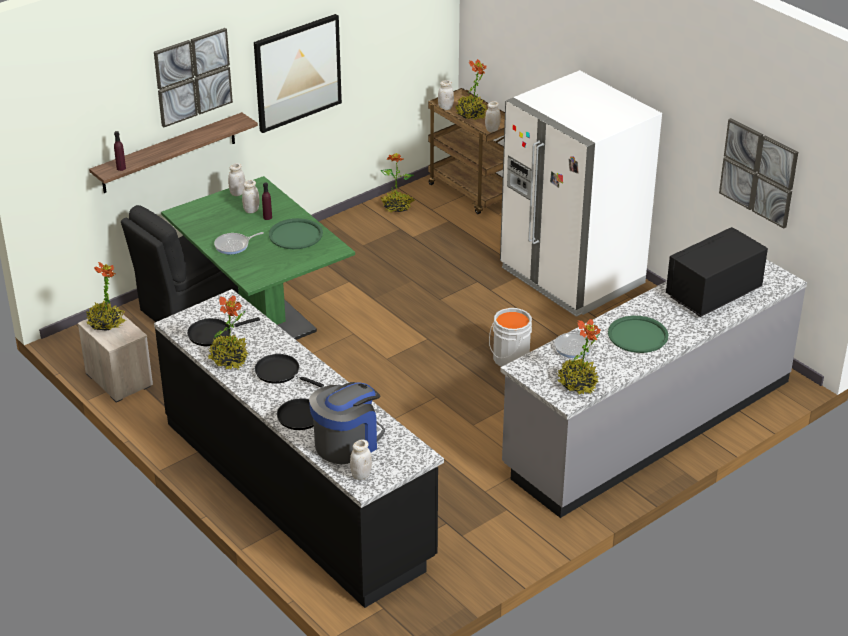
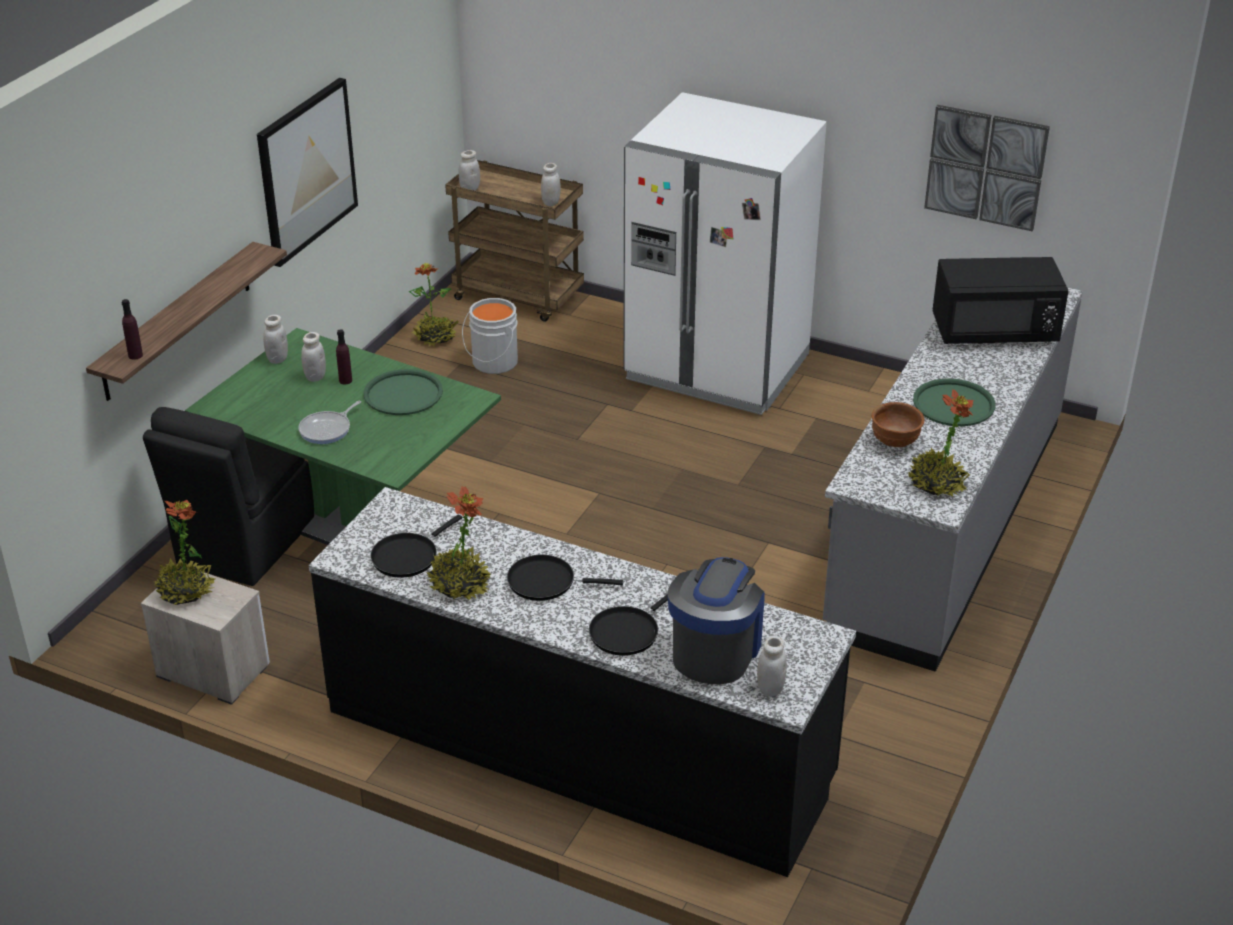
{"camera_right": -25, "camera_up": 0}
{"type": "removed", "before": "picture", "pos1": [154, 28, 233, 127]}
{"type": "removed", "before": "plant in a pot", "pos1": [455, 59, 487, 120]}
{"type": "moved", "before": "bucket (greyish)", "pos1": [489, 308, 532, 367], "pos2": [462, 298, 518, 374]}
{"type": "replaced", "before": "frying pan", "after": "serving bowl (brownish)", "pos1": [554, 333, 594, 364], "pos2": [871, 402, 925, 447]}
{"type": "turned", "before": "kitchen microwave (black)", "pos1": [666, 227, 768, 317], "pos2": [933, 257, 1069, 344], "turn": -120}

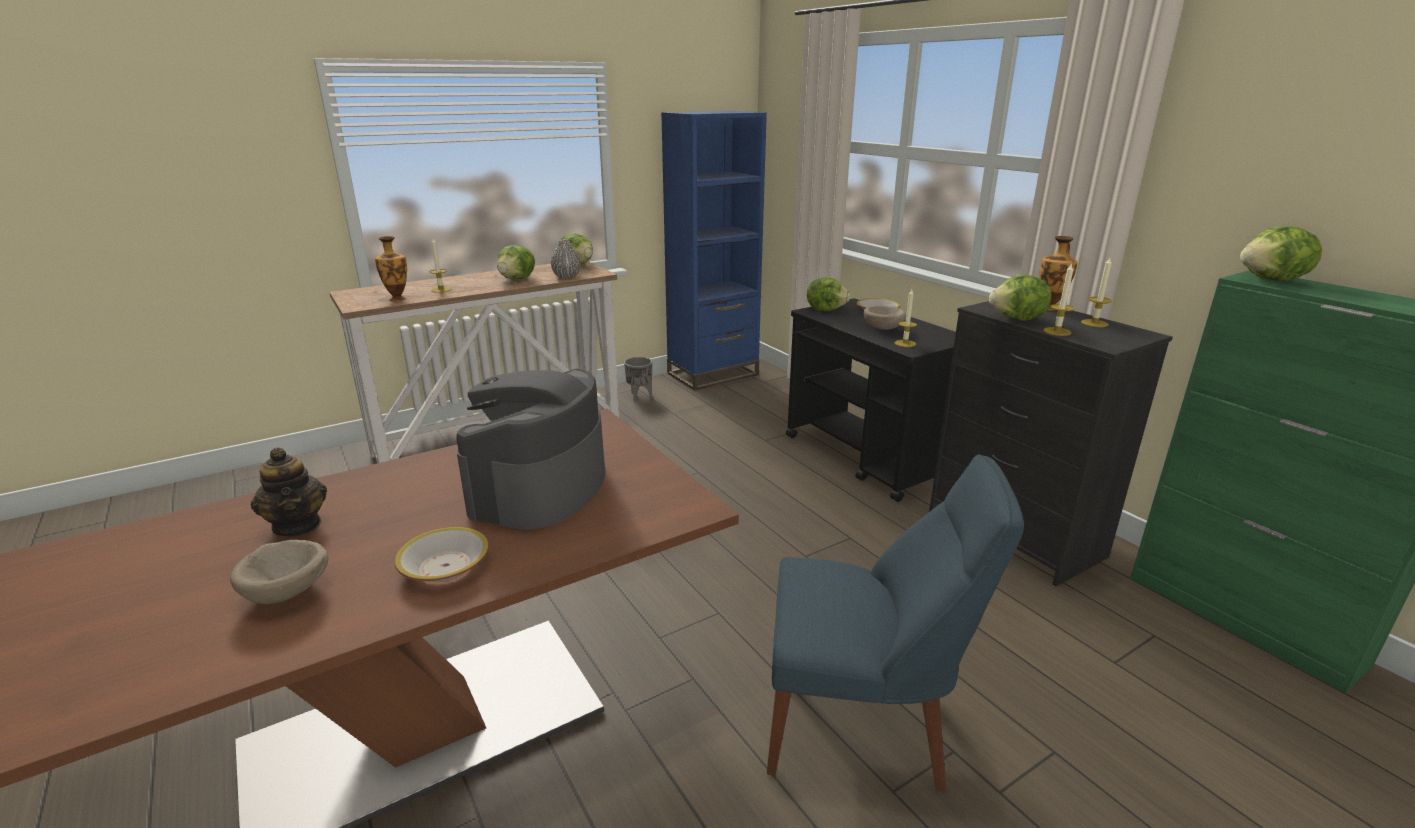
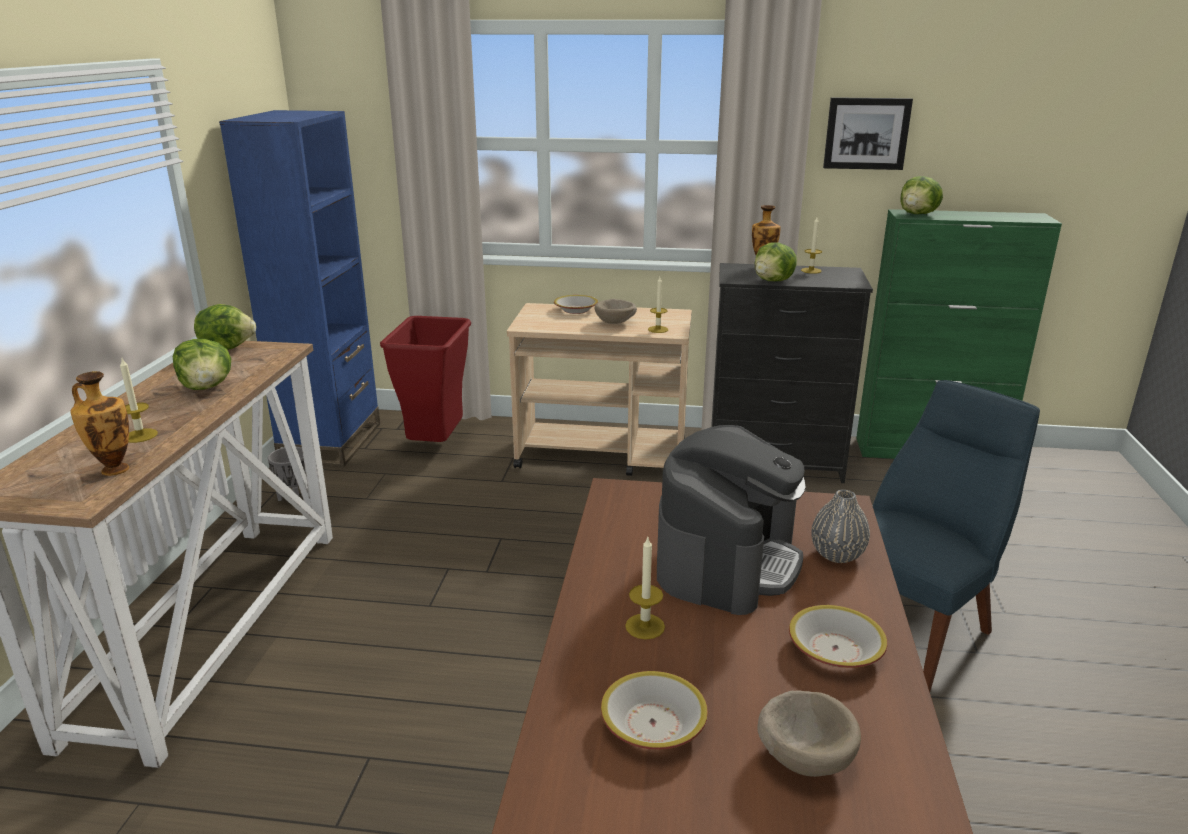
{"camera_right": -50, "camera_up": 0}
{"type": "replaced", "before": "teapot", "after": "serving bowl", "pos1": [251, 447, 327, 536], "pos2": [601, 671, 708, 750]}
{"type": "turned", "before": "coffee machine", "pos1": [456, 369, 605, 530], "pos2": [657, 425, 806, 615], "turn": -120}
{"type": "moved", "before": "flower vase (greyish)", "pos1": [551, 239, 581, 279], "pos2": [811, 490, 870, 563]}
{"type": "recoloured", "before": "cart (black)", "after": "cart (sand-coloured)", "pos1": [786, 299, 956, 502], "pos2": [507, 303, 692, 476]}
{"type": "removed", "before": "lettuce", "pos1": [807, 277, 850, 311]}
{"type": "moved", "before": "wax candle", "pos1": [1043, 263, 1075, 336], "pos2": [625, 537, 665, 639]}
{"type": "added", "after": "rubbish bin (red)", "pos2": [380, 316, 471, 442]}
{"type": "added", "after": "picture", "pos2": [823, 97, 913, 170]}

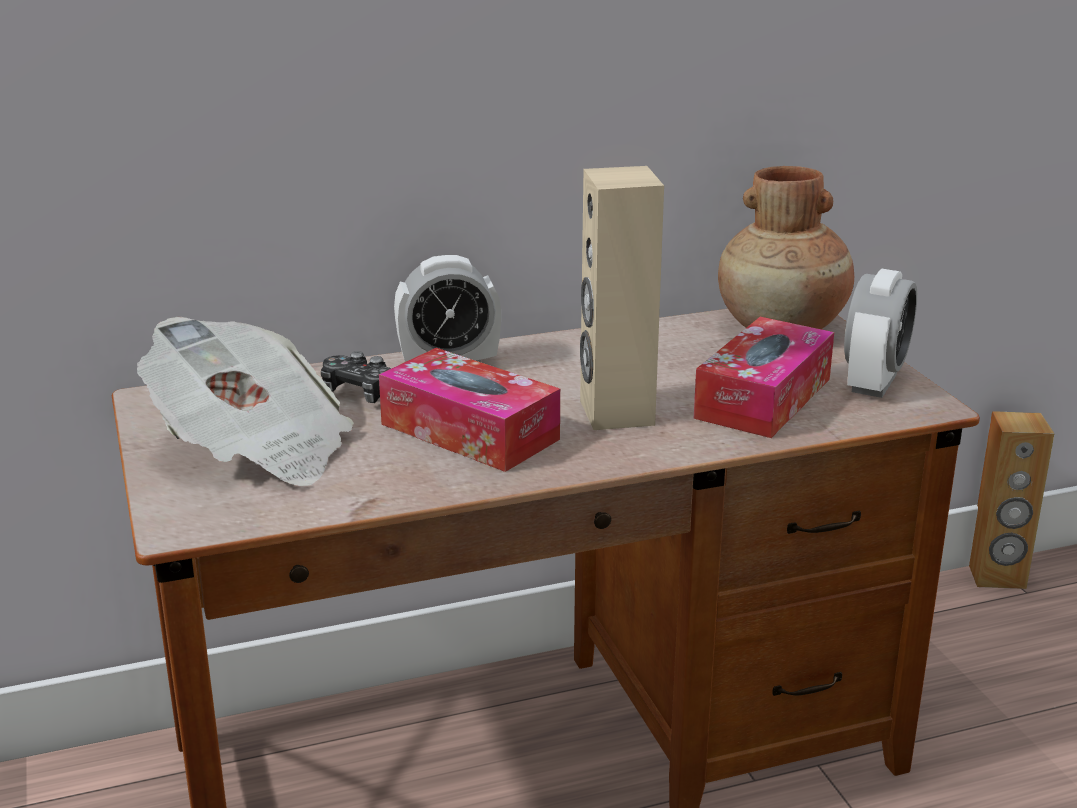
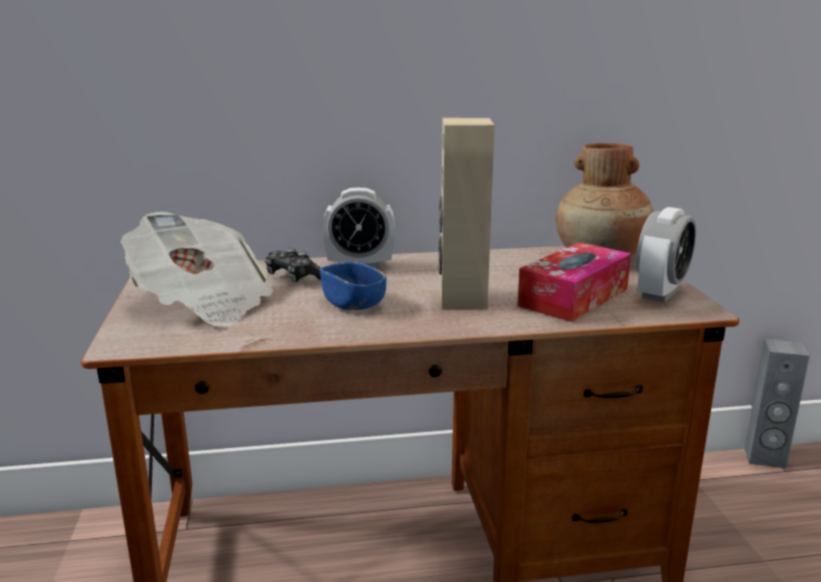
{"camera_right": 10, "camera_up": -5}
{"type": "replaced", "before": "tissue holder", "after": "serving bowl (bluish)", "pos1": [379, 348, 560, 472], "pos2": [320, 262, 386, 310]}
{"type": "recoloured", "before": "loudspeaker (brownish)", "after": "loudspeaker (greyish)", "pos1": [969, 411, 1054, 589], "pos2": [745, 339, 810, 468]}

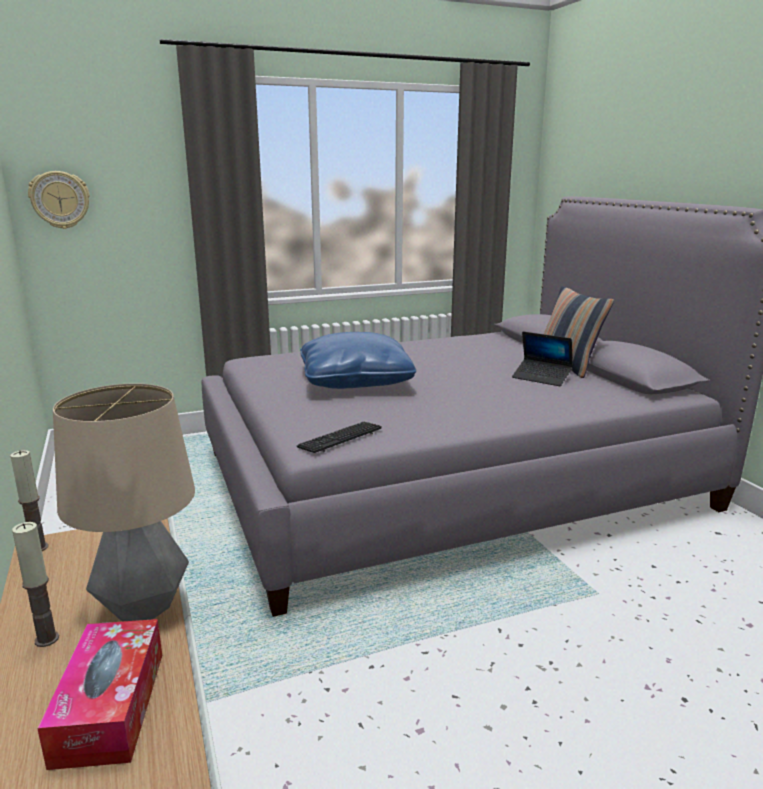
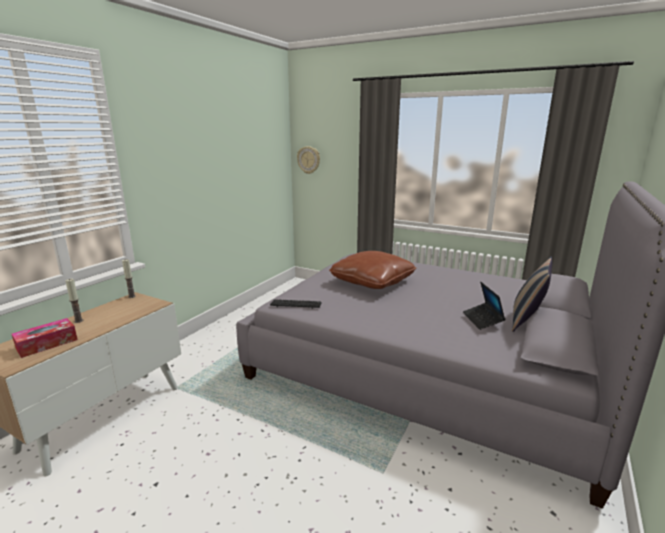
{"camera_right": 50, "camera_up": 0}
{"type": "removed", "before": "lamp for a table", "pos1": [53, 384, 195, 622]}
{"type": "recoloured", "before": "throw pillow (bluish)", "after": "throw pillow (brownish)", "pos1": [300, 332, 416, 389], "pos2": [329, 251, 416, 289]}

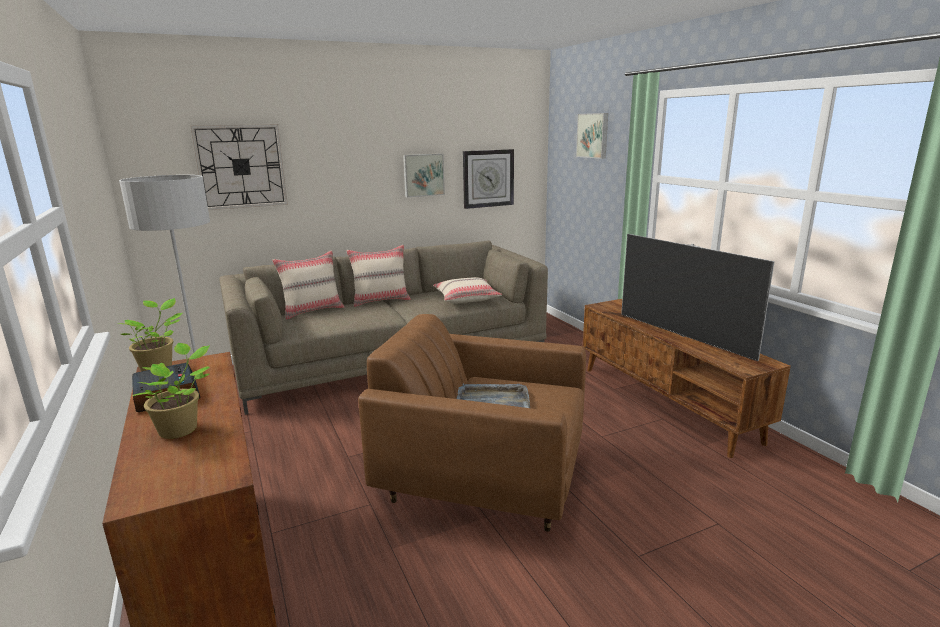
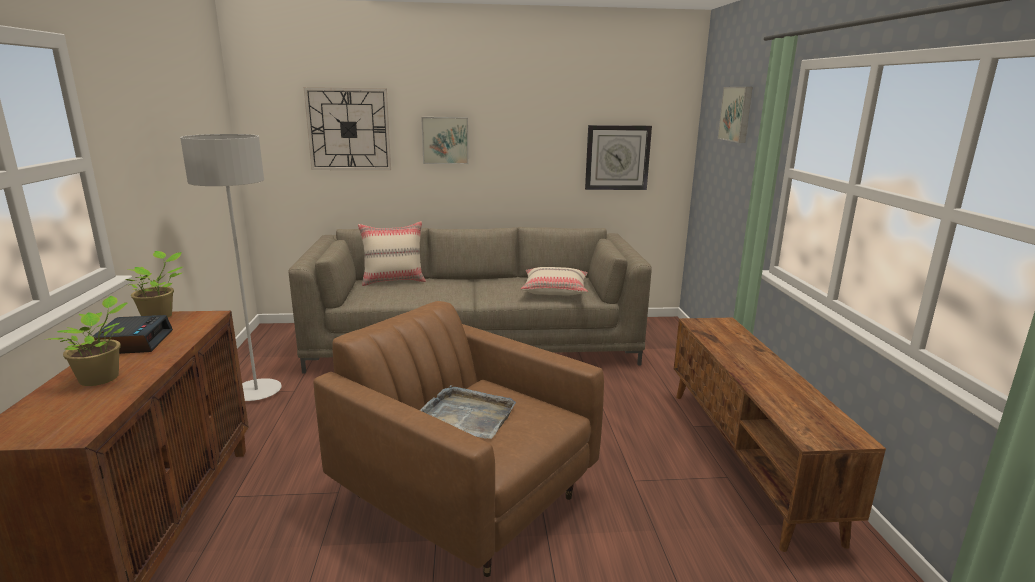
{"camera_right": 20, "camera_up": 0}
{"type": "removed", "before": "throw pillow (sand-coloured)", "pos1": [346, 245, 411, 307]}
{"type": "moved", "before": "picture", "pos1": [403, 153, 445, 197], "pos2": [421, 117, 469, 164]}
{"type": "removed", "before": "TV set", "pos1": [621, 234, 775, 361]}

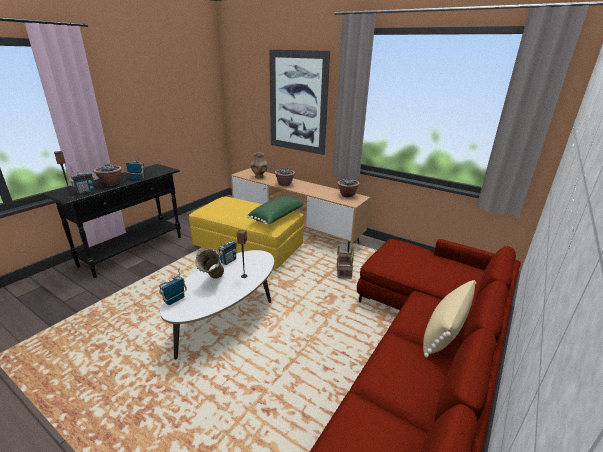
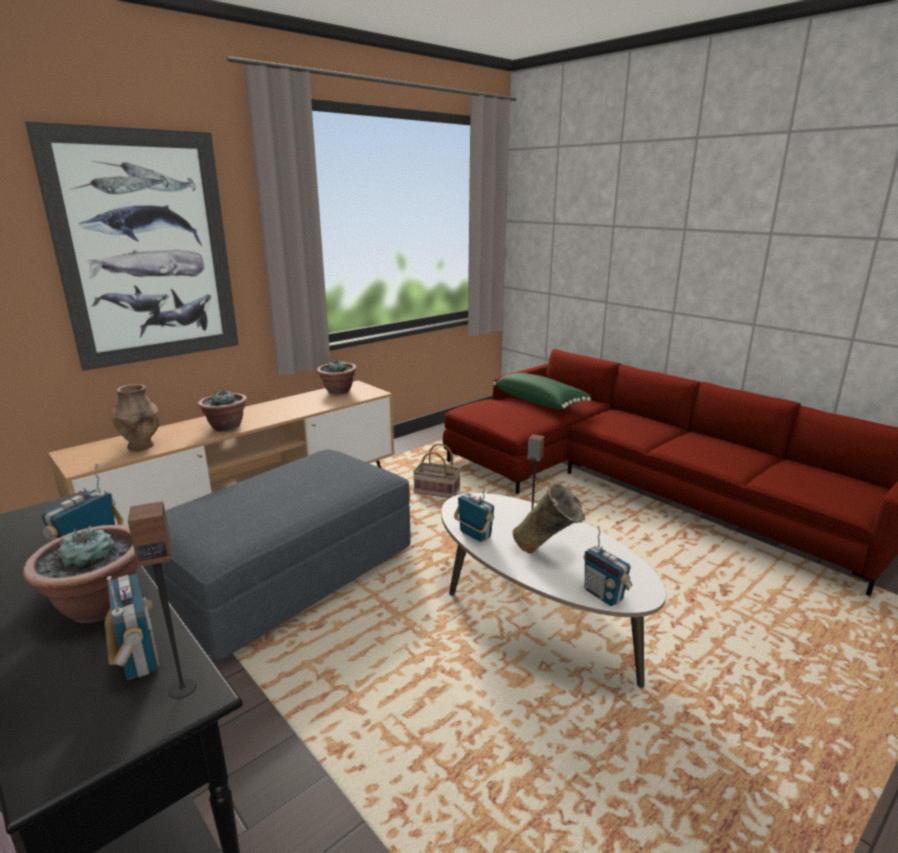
{"camera_right": -75, "camera_up": -5}
{"type": "recoloured", "before": "pouffe (yellow-coloured)", "after": "pouffe (greyish)", "pos1": [189, 196, 304, 269], "pos2": [144, 450, 411, 659]}
{"type": "moved", "before": "throw pillow (green-coloured)", "pos1": [247, 195, 305, 225], "pos2": [494, 373, 591, 410]}
{"type": "removed", "before": "throw pillow (sand-coloured)", "pos1": [423, 280, 476, 358]}

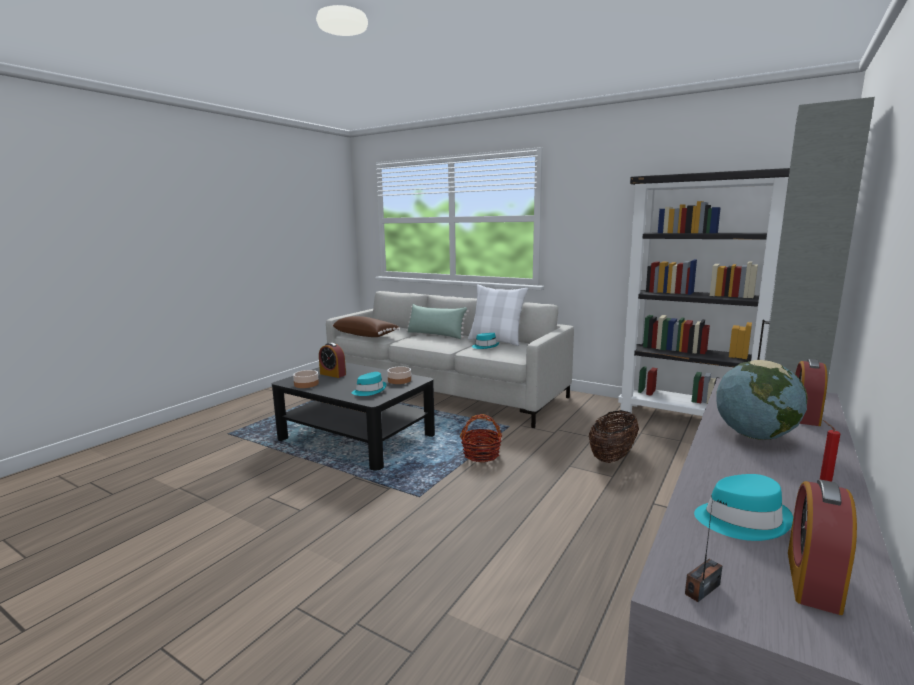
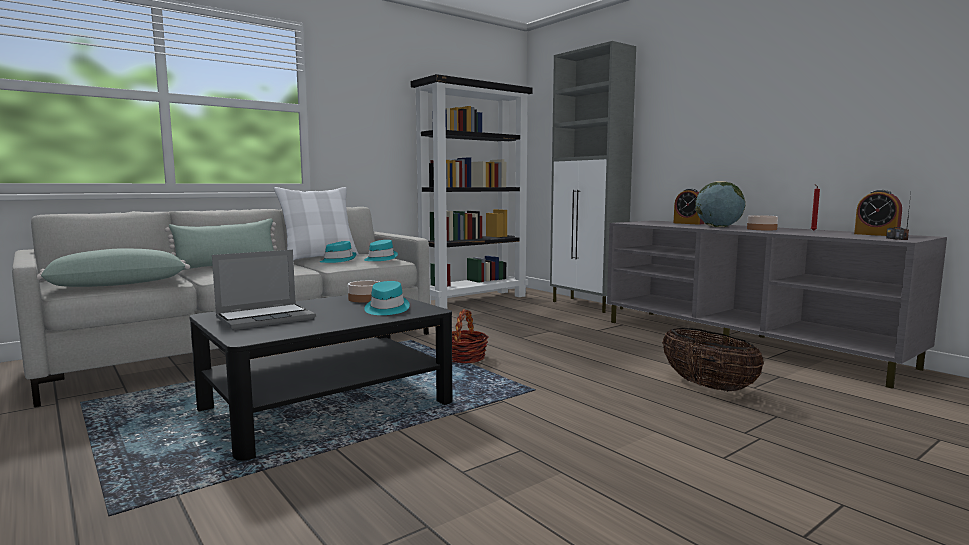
{"camera_right": -70, "camera_up": -5}
{"type": "moved", "before": "serving bowl", "pos1": [293, 370, 319, 388], "pos2": [747, 215, 778, 230]}
{"type": "replaced", "before": "alarm clock", "after": "portable computer", "pos1": [319, 343, 346, 378], "pos2": [212, 250, 316, 330]}
{"type": "recoloured", "before": "throw pillow (brownish)", "after": "throw pillow (green-coloured)", "pos1": [332, 316, 399, 337], "pos2": [37, 248, 190, 287]}
{"type": "moved", "before": "household basket", "pos1": [589, 410, 639, 463], "pos2": [662, 328, 764, 392]}
{"type": "moved", "before": "hat (blue-green)", "pos1": [694, 474, 793, 541], "pos2": [364, 240, 398, 261]}

